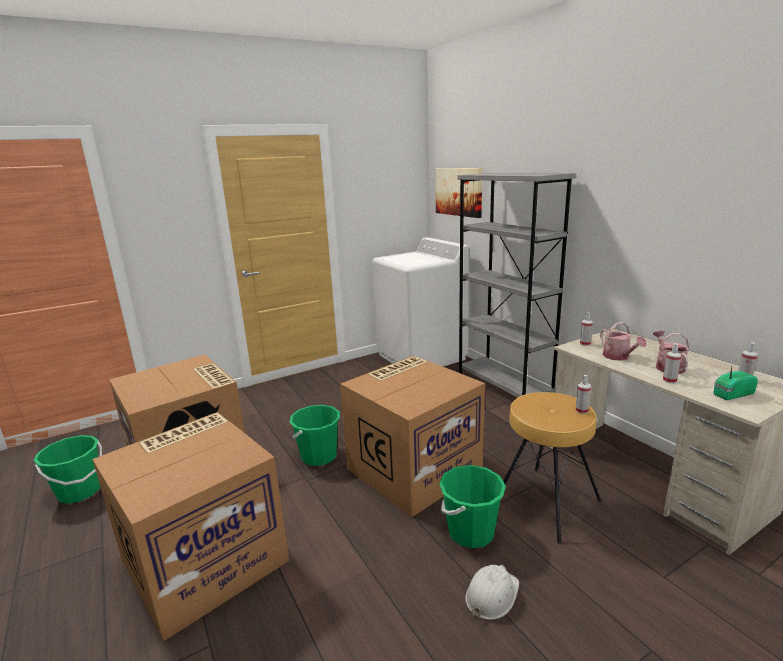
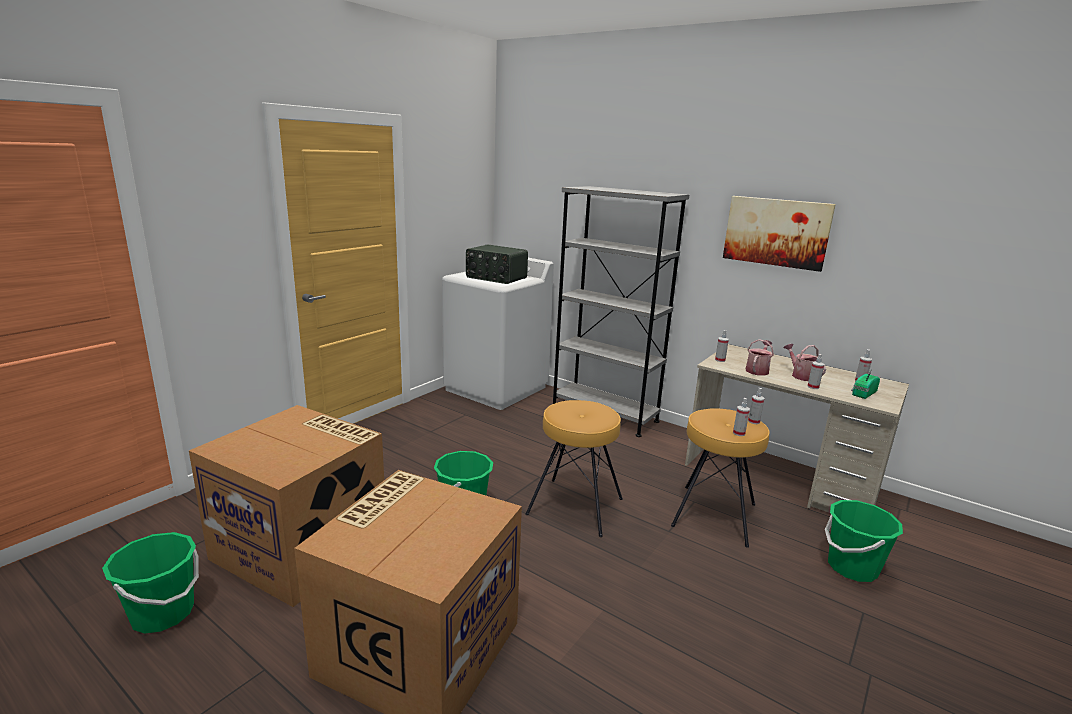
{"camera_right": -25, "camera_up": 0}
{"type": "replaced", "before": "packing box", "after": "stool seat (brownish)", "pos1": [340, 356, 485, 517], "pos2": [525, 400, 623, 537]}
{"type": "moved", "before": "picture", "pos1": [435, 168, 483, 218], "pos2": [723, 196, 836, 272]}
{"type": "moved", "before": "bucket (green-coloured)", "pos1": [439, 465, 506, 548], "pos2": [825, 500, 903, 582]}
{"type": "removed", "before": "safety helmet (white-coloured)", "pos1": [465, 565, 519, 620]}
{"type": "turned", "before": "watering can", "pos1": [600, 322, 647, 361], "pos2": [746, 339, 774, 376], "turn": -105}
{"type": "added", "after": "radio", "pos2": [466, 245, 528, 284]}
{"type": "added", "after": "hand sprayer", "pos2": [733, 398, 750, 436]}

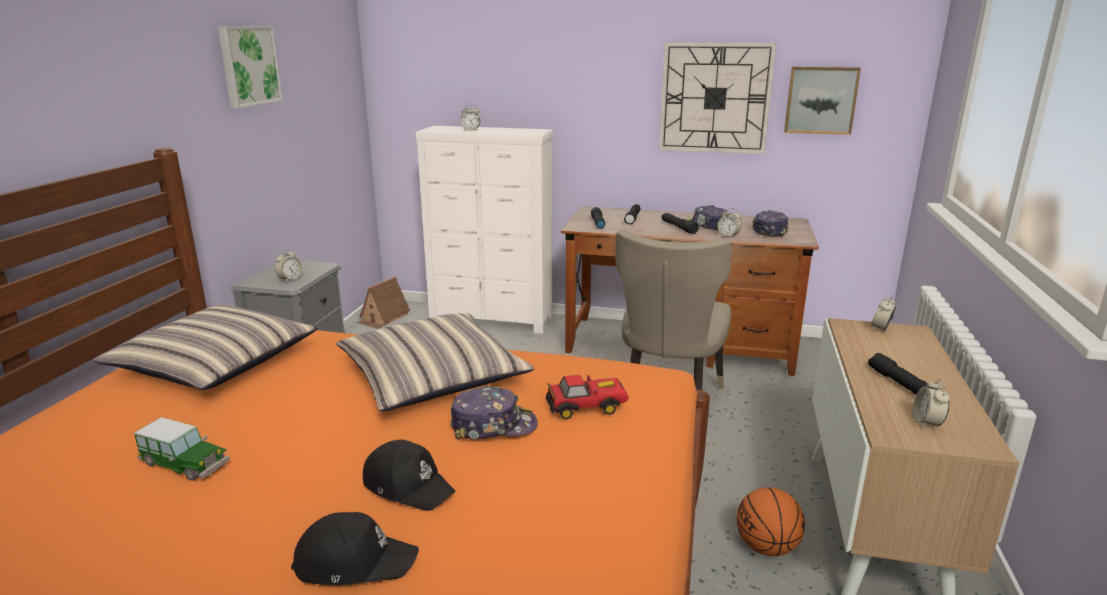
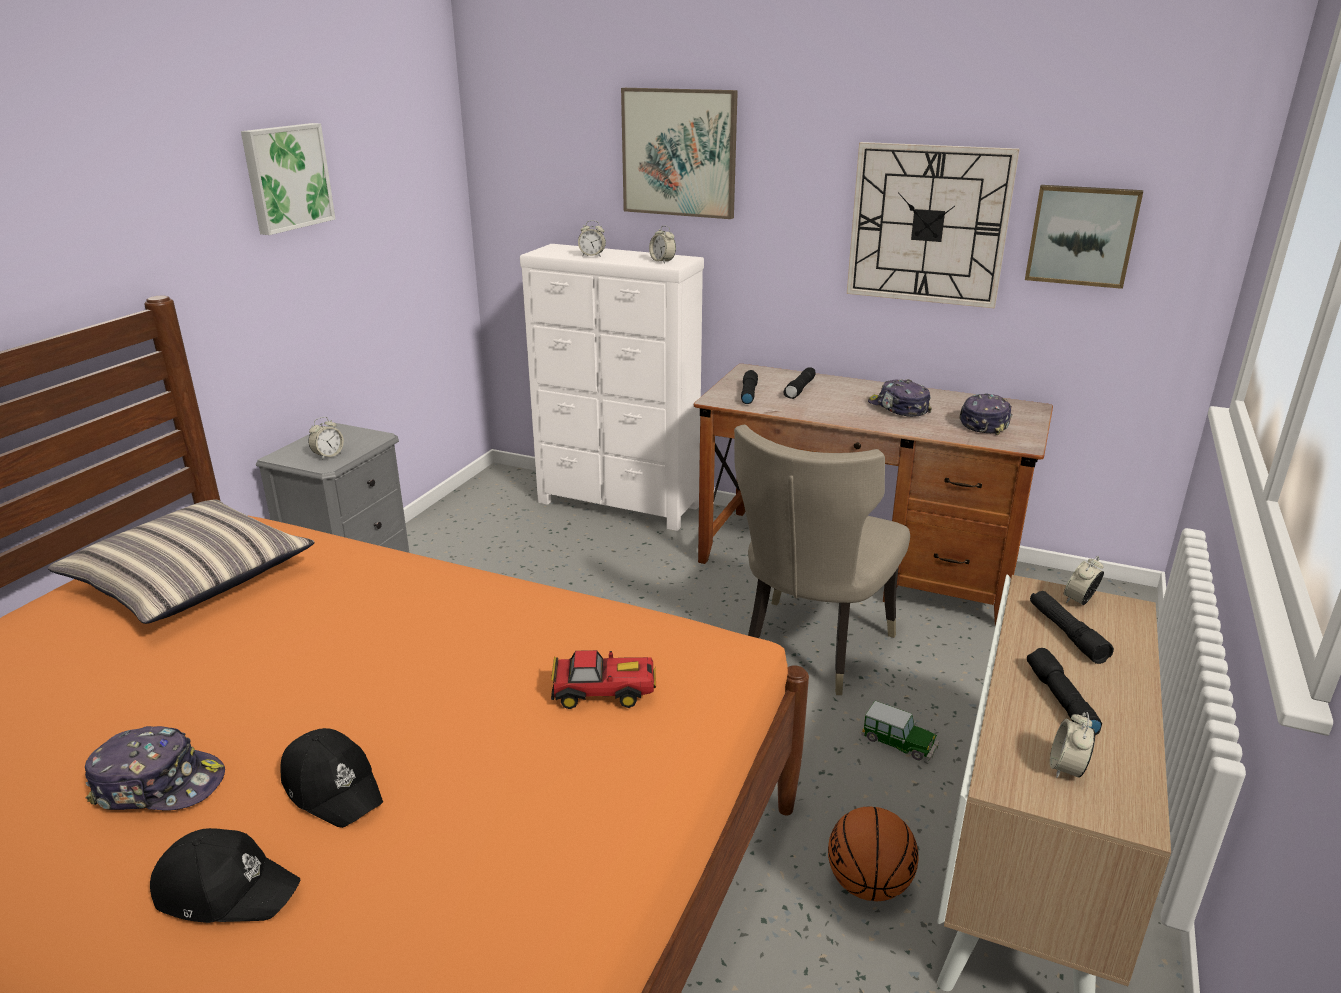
{"camera_right": 10, "camera_up": 5}
{"type": "moved", "before": "model car", "pos1": [134, 417, 230, 481], "pos2": [861, 701, 939, 761]}
{"type": "removed", "before": "throw pillow", "pos1": [336, 313, 534, 411]}
{"type": "removed", "before": "model house", "pos1": [357, 277, 410, 329]}
{"type": "moved", "before": "cap", "pos1": [450, 386, 538, 439], "pos2": [85, 726, 225, 811]}
{"type": "moved", "before": "hand torch (black)", "pos1": [662, 213, 699, 234], "pos2": [1030, 591, 1114, 664]}
{"type": "moved", "before": "alarm clock", "pos1": [718, 208, 742, 238], "pos2": [649, 226, 676, 264]}
{"type": "added", "after": "picture", "pos2": [621, 88, 738, 219]}

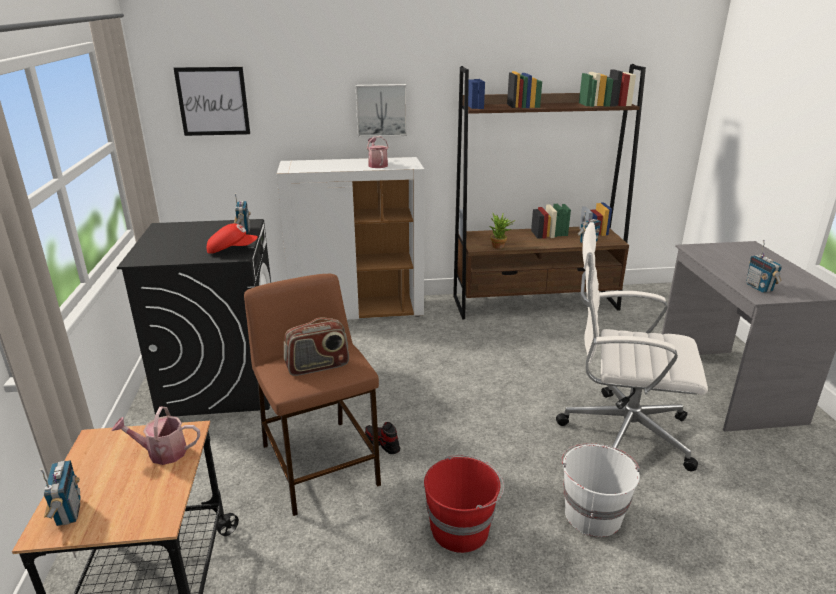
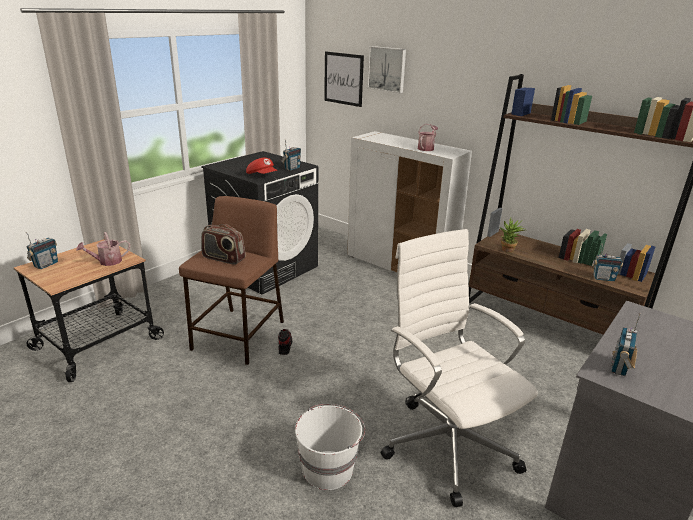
{"camera_right": 45, "camera_up": 0}
{"type": "turned", "before": "watering can", "pos1": [112, 407, 200, 465], "pos2": [76, 232, 130, 266], "turn": -75}
{"type": "moved", "before": "picture", "pos1": [356, 84, 407, 137], "pos2": [367, 46, 406, 93]}
{"type": "removed", "before": "bucket (red)", "pos1": [424, 455, 504, 553]}

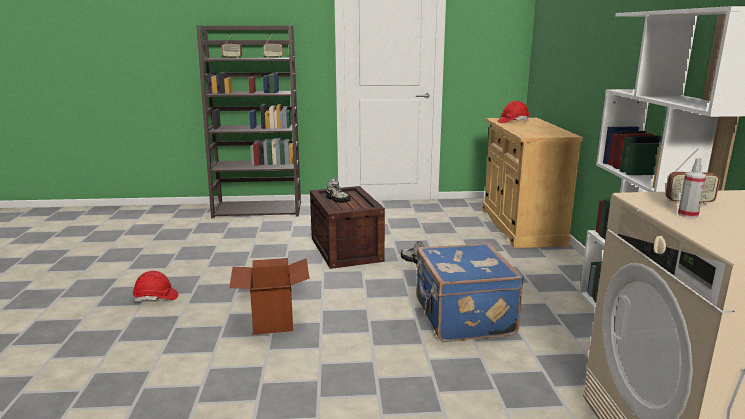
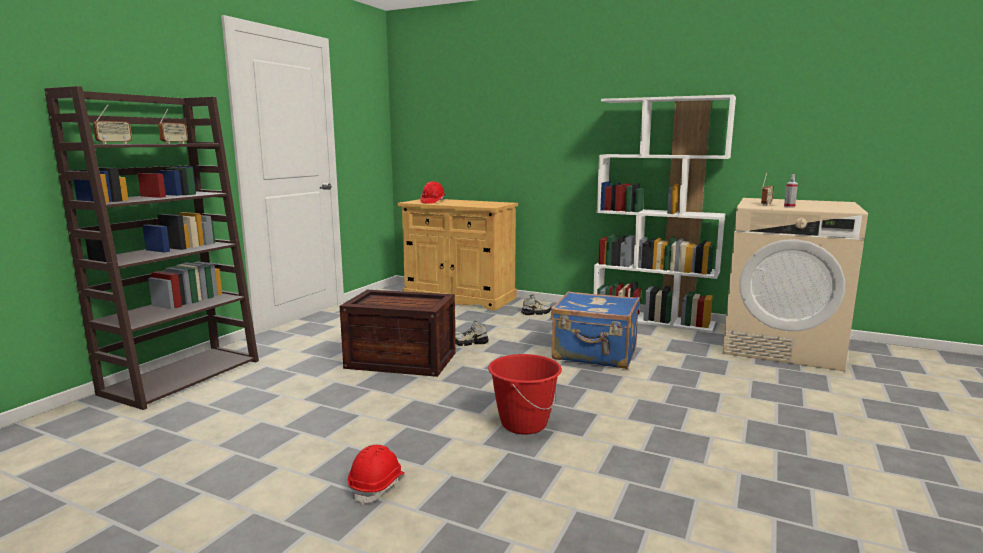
{"camera_right": -60, "camera_up": -5}
{"type": "replaced", "before": "packing box", "after": "bucket (red)", "pos1": [229, 258, 310, 335], "pos2": [488, 354, 562, 434]}
{"type": "moved", "before": "item of footwear", "pos1": [326, 178, 351, 203], "pos2": [521, 295, 551, 315]}

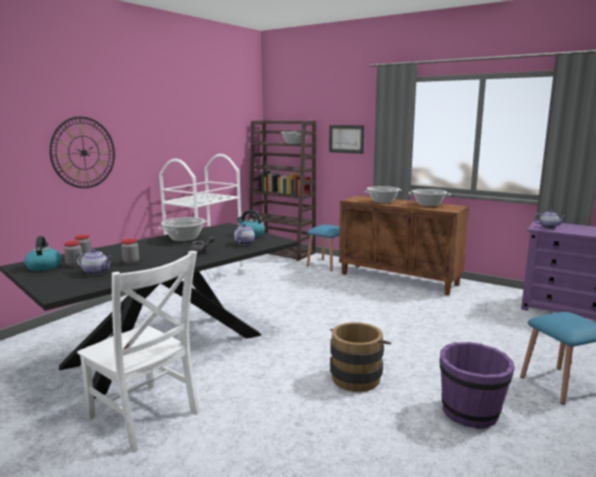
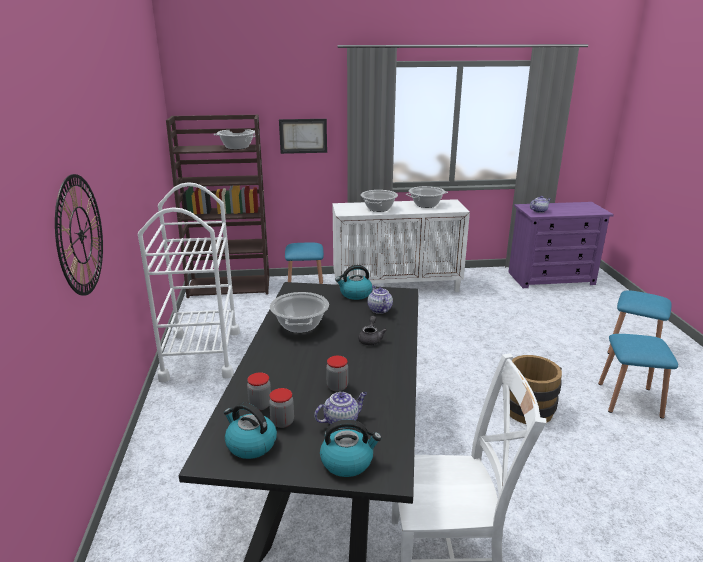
{"camera_right": -40, "camera_up": 10}
{"type": "recoloured", "before": "cupboard (brownish)", "after": "cupboard (white-coloured)", "pos1": [339, 195, 469, 295], "pos2": [332, 199, 470, 292]}
{"type": "replaced", "before": "bucket (purplish)", "after": "stool seat (bluish)", "pos1": [439, 342, 515, 429], "pos2": [598, 334, 678, 419]}
{"type": "added", "after": "water kettle", "pos2": [320, 420, 382, 477]}

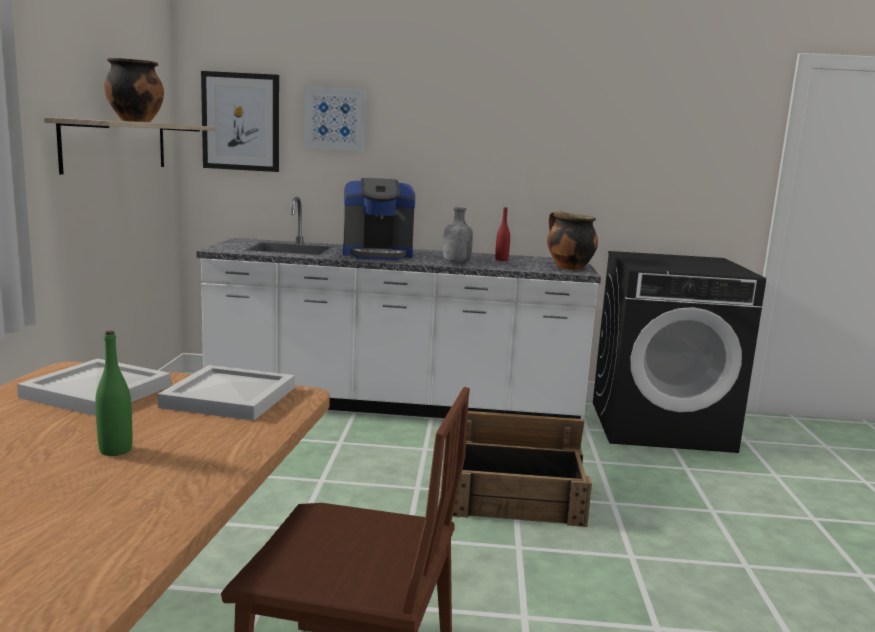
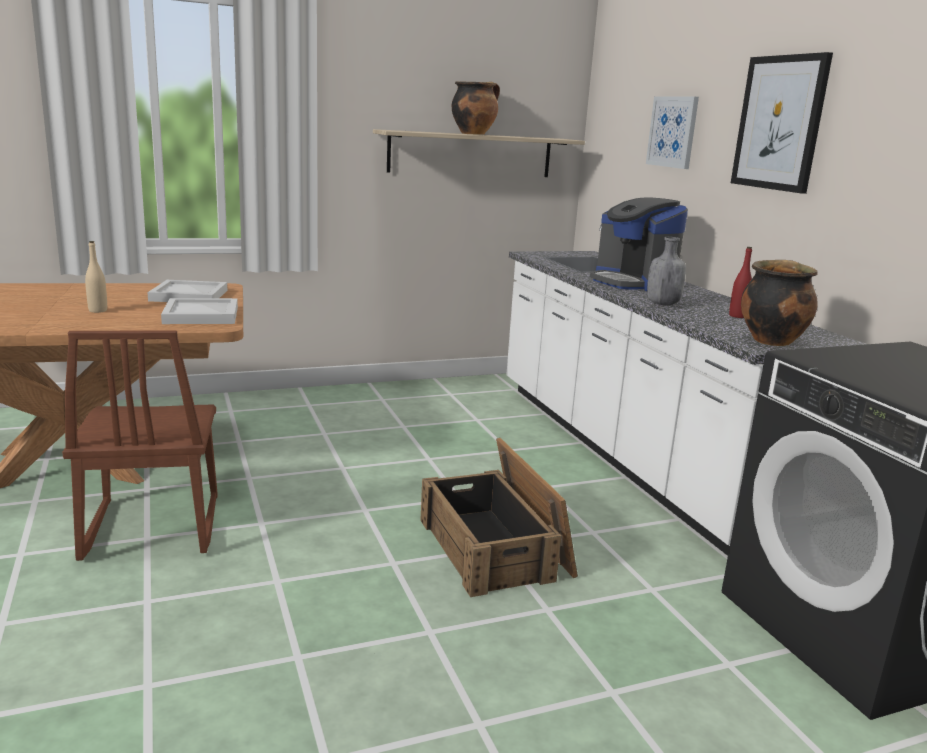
{"camera_right": 65, "camera_up": 5}
{"type": "recoloured", "before": "bottle (green-coloured)", "after": "bottle (sand-coloured)", "pos1": [95, 331, 133, 456], "pos2": [85, 241, 107, 313]}
{"type": "moved", "before": "picture", "pos1": [201, 71, 279, 172], "pos2": [731, 52, 833, 194]}

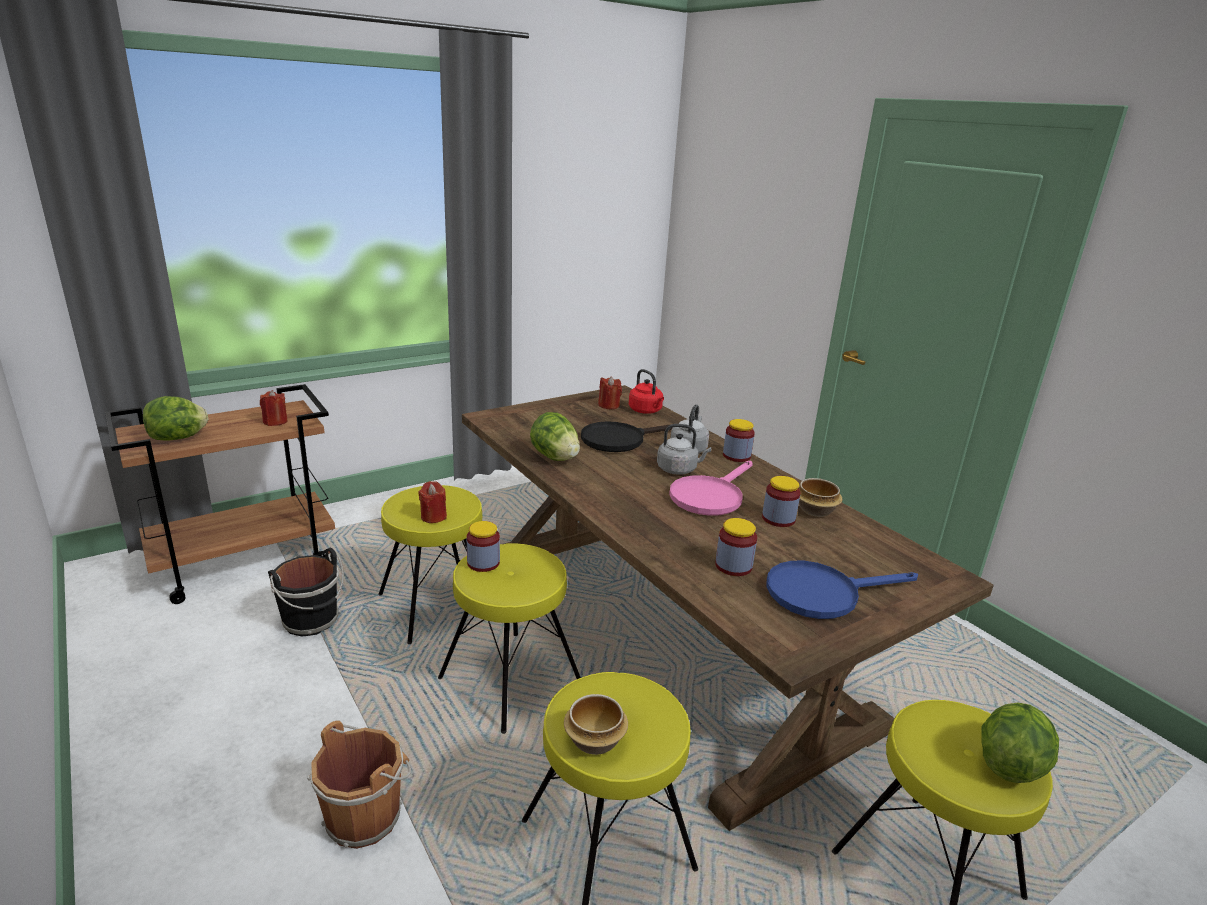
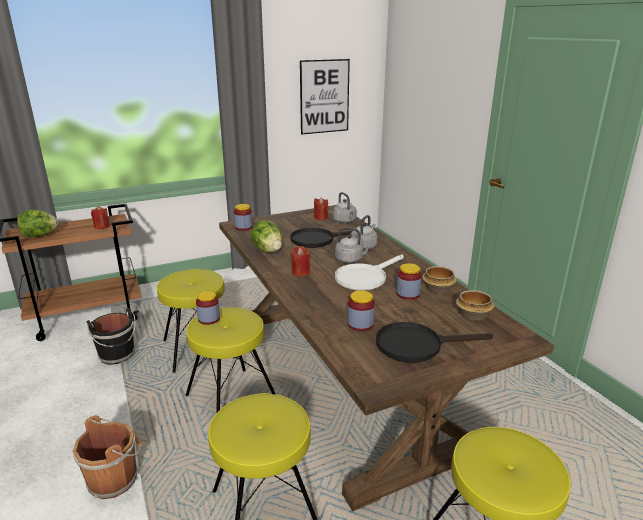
{"camera_right": 10, "camera_up": 0}
{"type": "moved", "before": "wax candle (red)", "pos1": [418, 481, 447, 523], "pos2": [290, 246, 310, 277]}
{"type": "moved", "before": "serving bowl", "pos1": [564, 694, 628, 755], "pos2": [456, 290, 494, 321]}
{"type": "recoloured", "before": "water kettle (red)", "after": "water kettle (greyish)", "pos1": [629, 369, 664, 414], "pos2": [333, 192, 357, 223]}
{"type": "recoloured", "before": "frying pan (pink-coloured)", "after": "frying pan (white-coloured)", "pos1": [669, 461, 753, 516], "pos2": [335, 254, 404, 291]}
{"type": "moved", "before": "jar", "pos1": [723, 419, 755, 462], "pos2": [234, 204, 253, 231]}
{"type": "recoloured", "before": "frying pan (bluish)", "after": "frying pan (black)", "pos1": [766, 561, 918, 619], "pos2": [376, 322, 493, 363]}
{"type": "removed", "before": "lettuce", "pos1": [981, 703, 1059, 783]}
{"type": "added", "after": "picture", "pos2": [300, 59, 350, 134]}

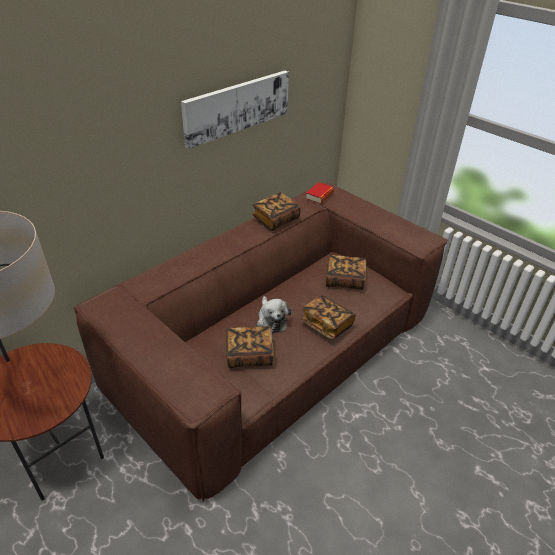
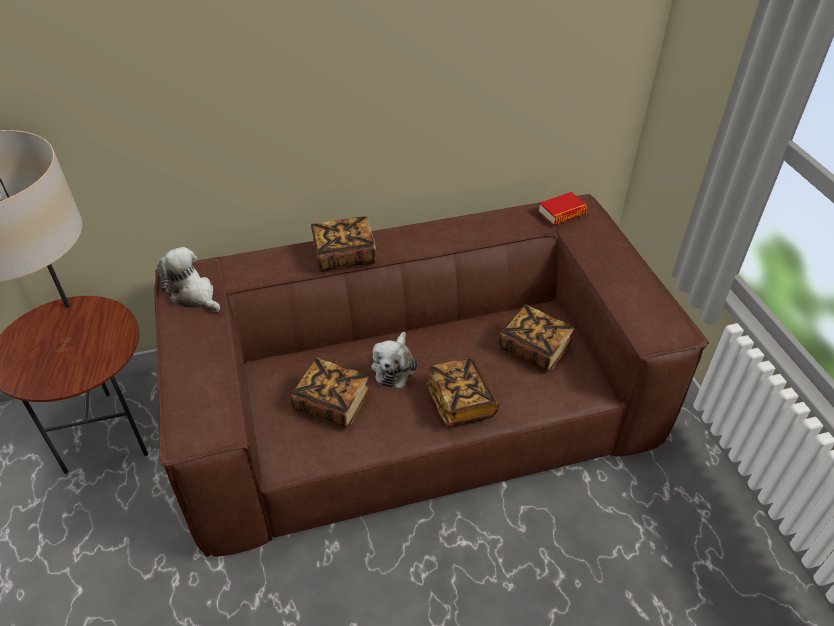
{"camera_right": 30, "camera_up": 5}
{"type": "removed", "before": "picture", "pos1": [181, 71, 289, 149]}
{"type": "moved", "before": "volume", "pos1": [252, 192, 301, 231], "pos2": [311, 216, 376, 272]}
{"type": "added", "after": "cuddly toy", "pos2": [157, 247, 220, 312]}

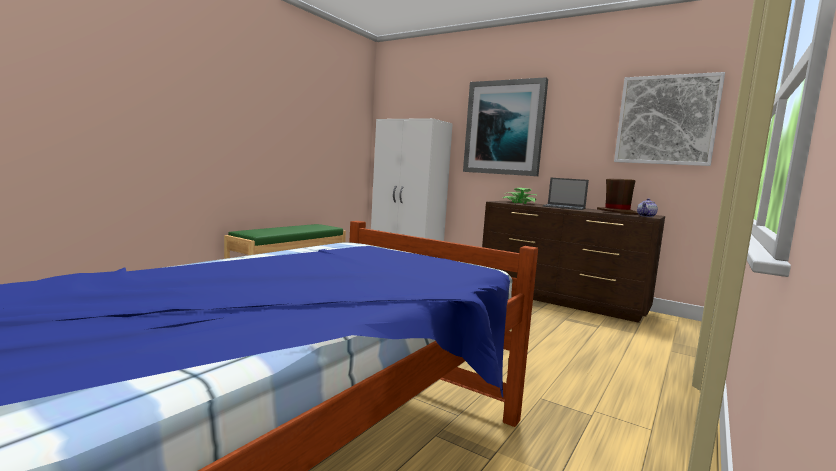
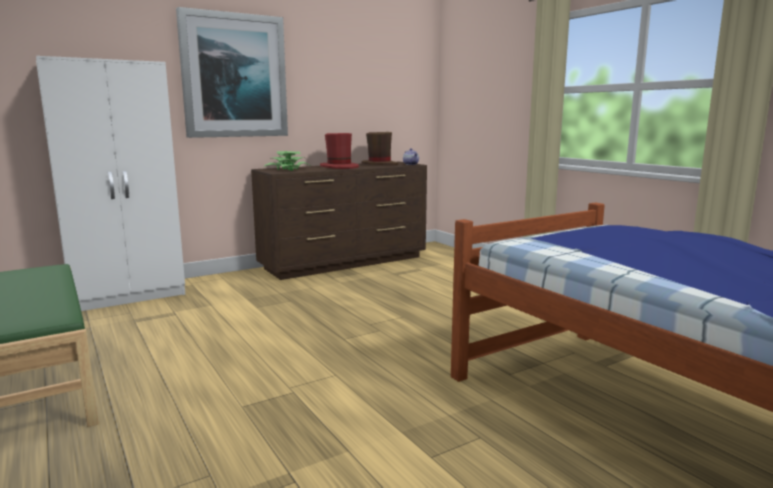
{"camera_right": -65, "camera_up": 5}
{"type": "replaced", "before": "portable computer", "after": "hat (red)", "pos1": [543, 178, 589, 210], "pos2": [320, 133, 359, 169]}
{"type": "removed", "before": "picture", "pos1": [614, 72, 725, 166]}

